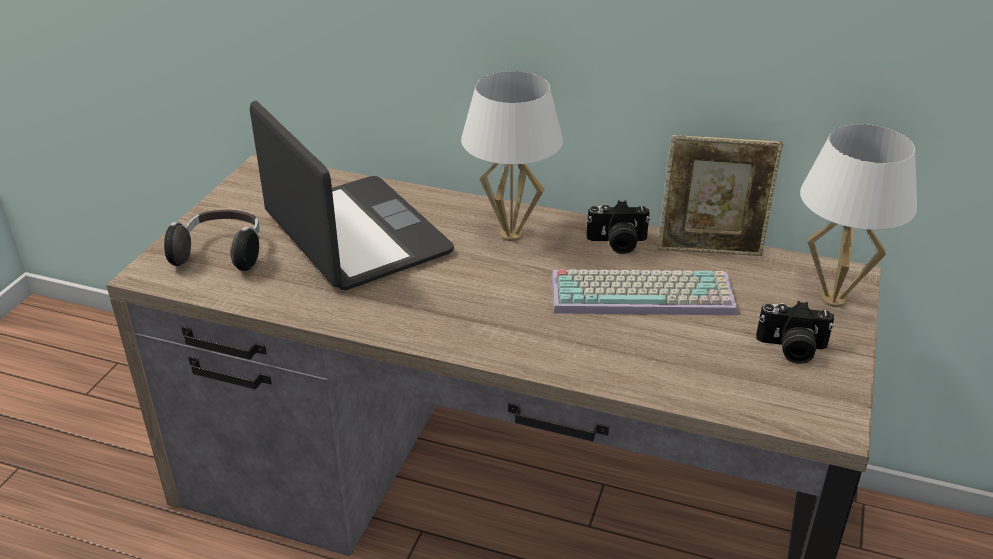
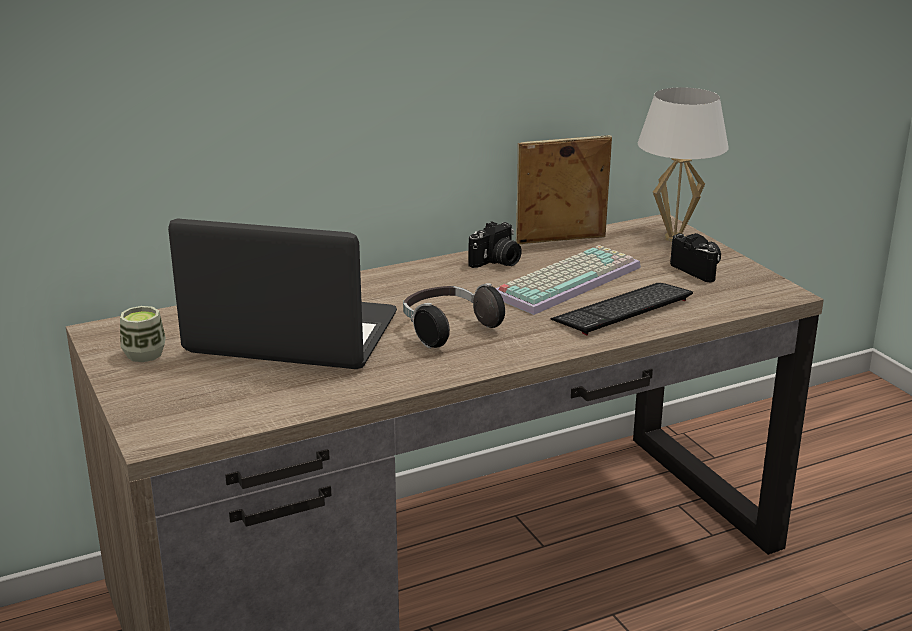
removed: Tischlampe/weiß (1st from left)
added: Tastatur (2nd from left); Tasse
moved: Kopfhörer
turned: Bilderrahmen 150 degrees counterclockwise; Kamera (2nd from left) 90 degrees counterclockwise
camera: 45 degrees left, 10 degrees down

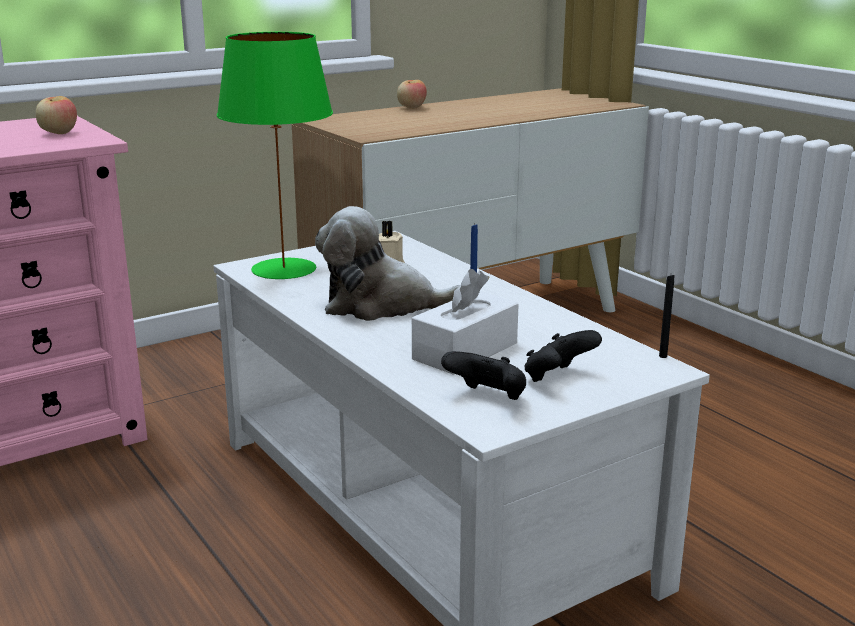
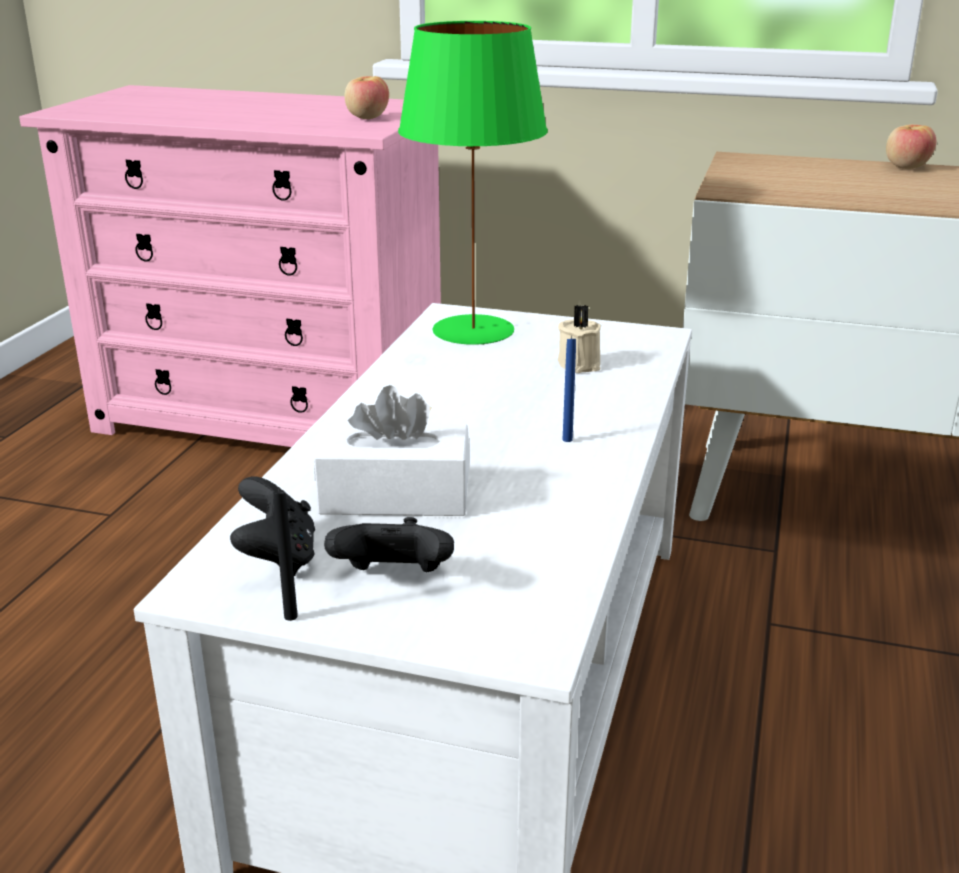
removed: Plüschtier
moved: Kerze/schwarz
camera: 50 degrees right, 5 degrees up

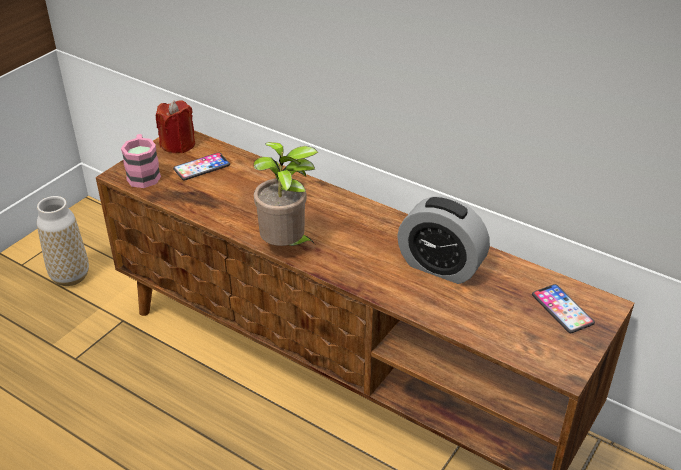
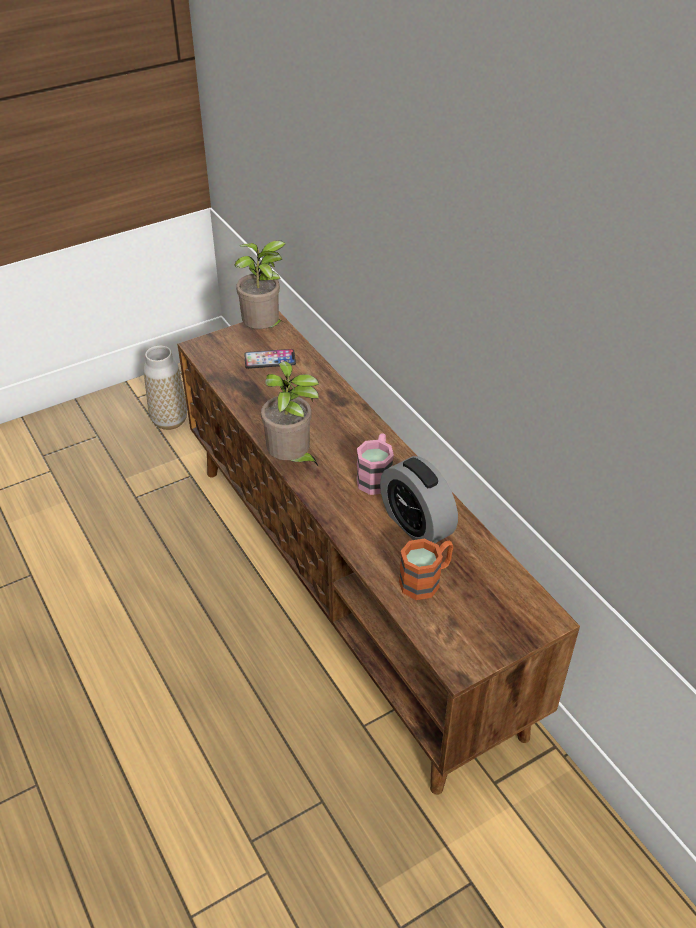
removed: Handy (2nd from left)
added: Henkelbecher/orange
moved: Henkelbecher/rosa
replaced: Kerze/rot to Topfpflanze (1st from left)
camera: 25 degrees right, 5 degrees up

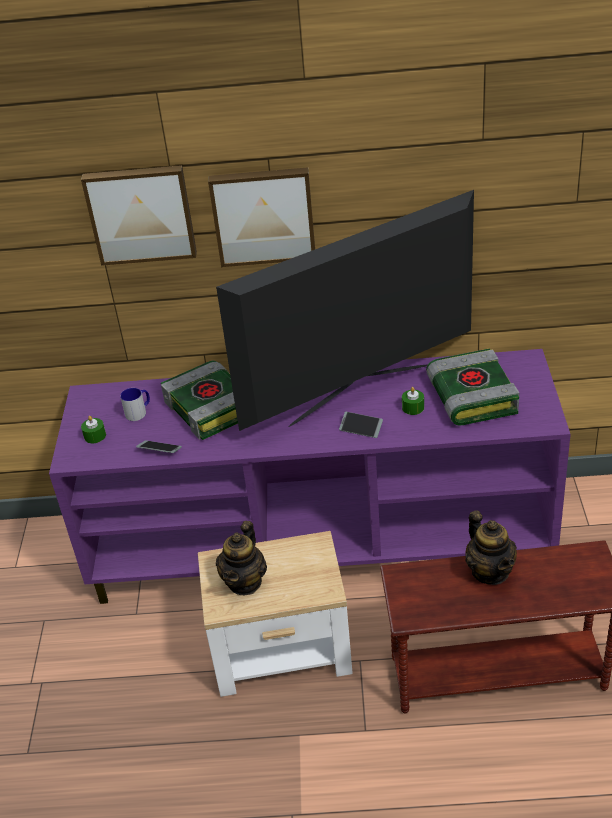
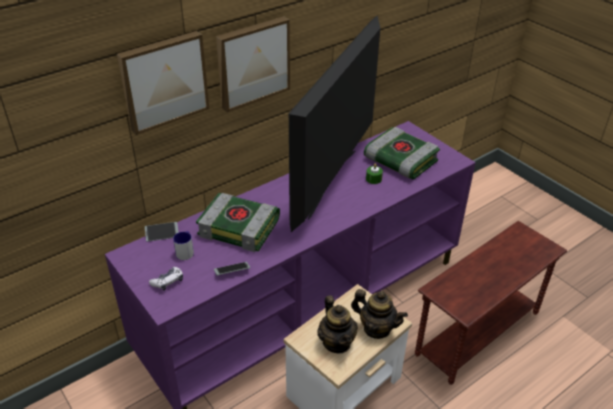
moved: Handy (2nd from left in the first image) to Handy (1st from left); Teekanne (2nd from left)
replaced: Kerze/grün (1st from left) to Gamepad
camera: 40 degrees left, 0 degrees up

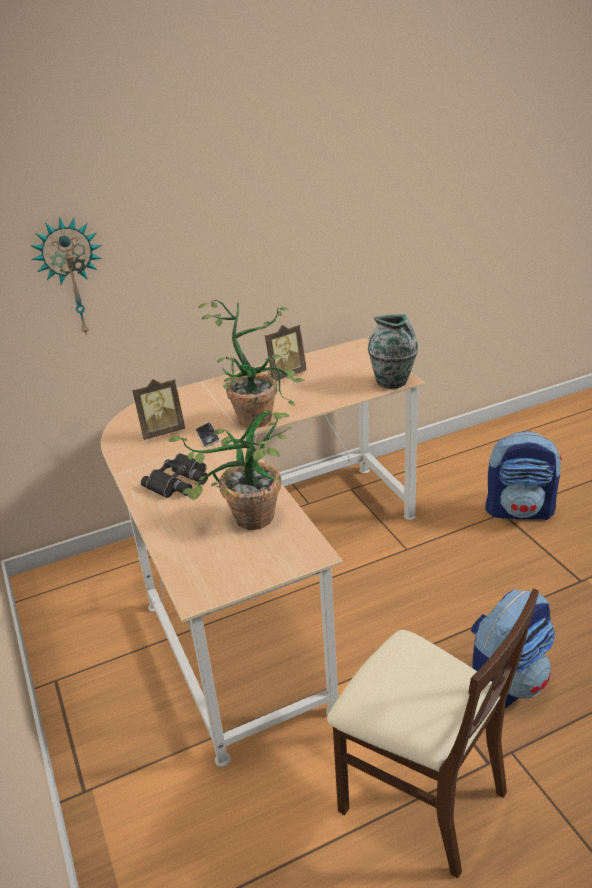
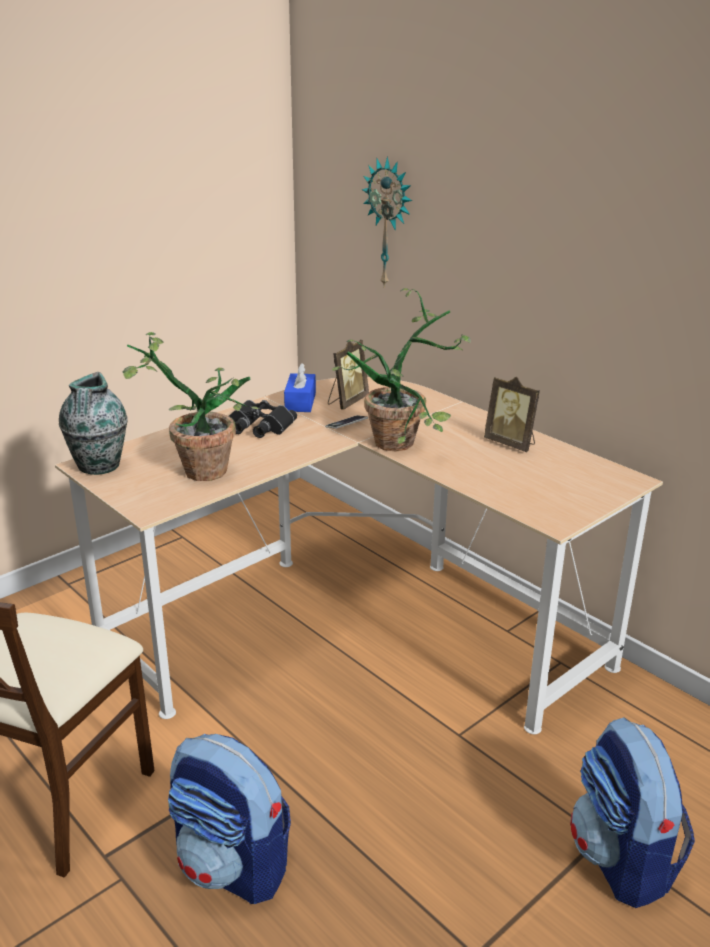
added: Taschentuchbox/blau
moved: Vase
turned: Bilderrahmen (1st from left) 105 degrees counterclockwise
camera: 70 degrees right, 5 degrees down

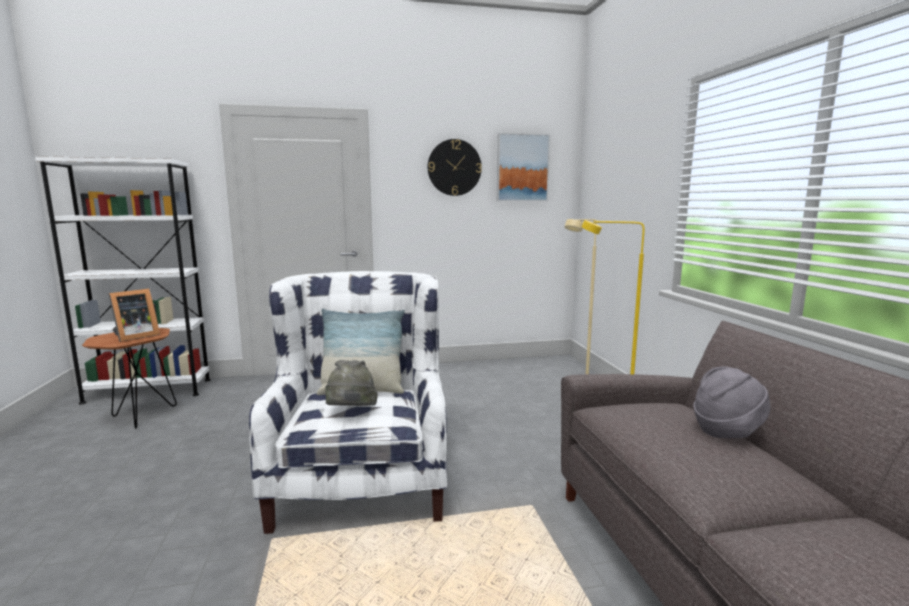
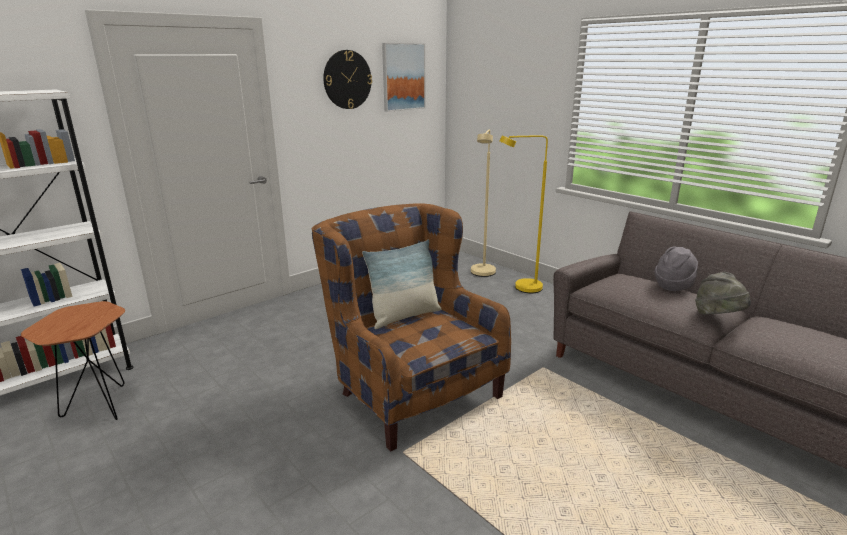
removed: Bilderrahmen
moved: Hut/grau (1st from left in the first image) to Hut/grau (2nd from left)
recoloured: Sessel/weiß to Sessel/braun
camera: 30 degrees left, 10 degrees up

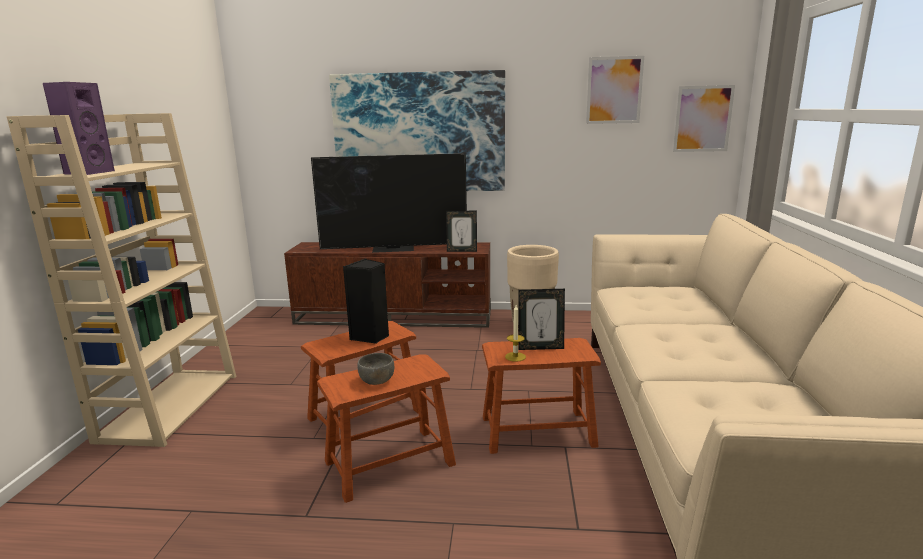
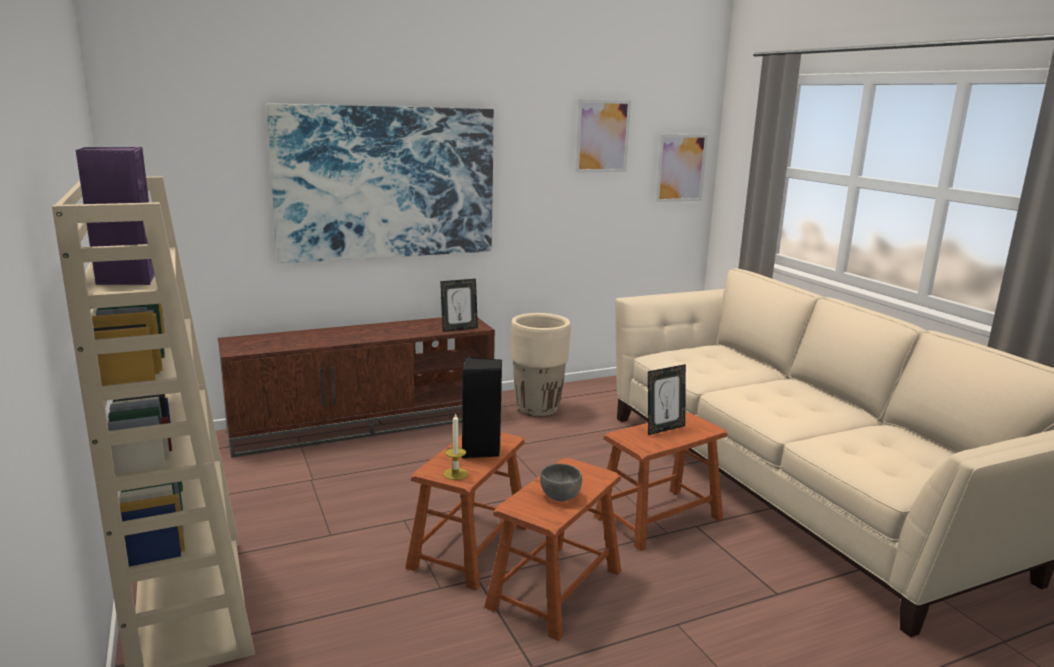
removed: Fernseher
moved: Kerze
camera: 30 degrees left, 0 degrees up

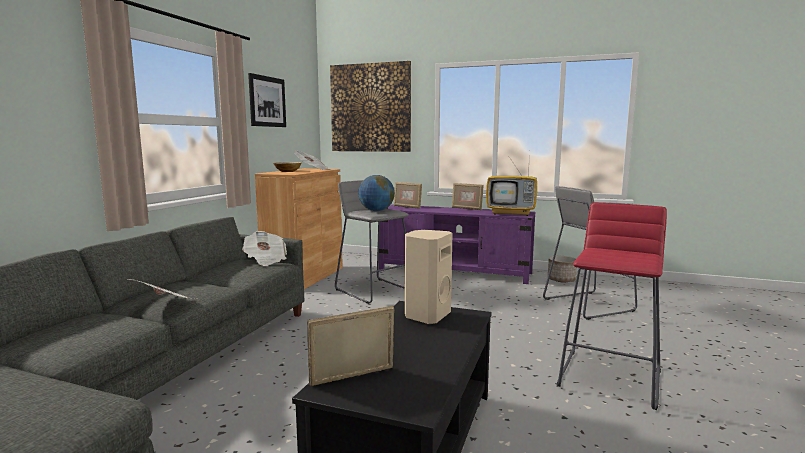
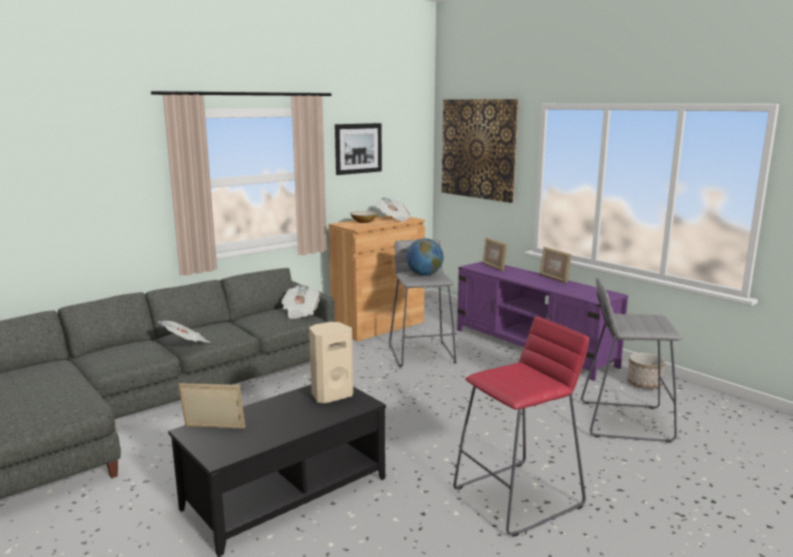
removed: Fernseher
camera: 30 degrees right, 5 degrees up

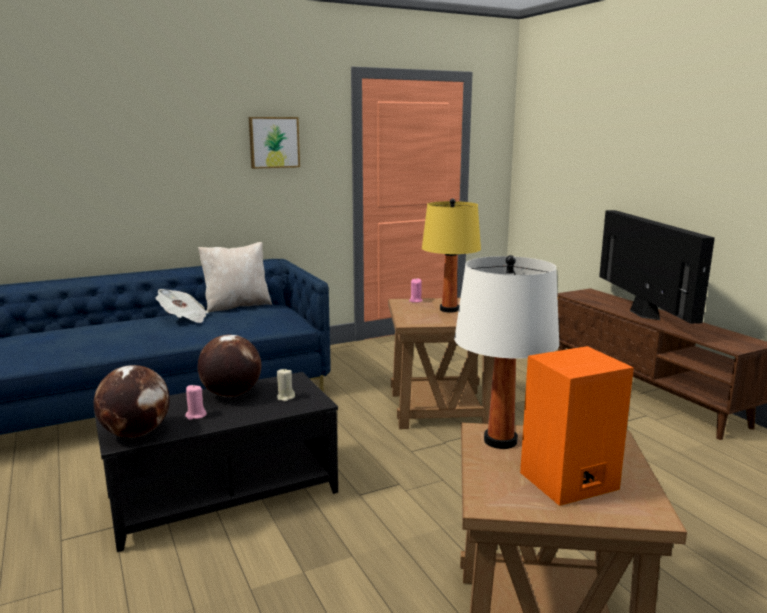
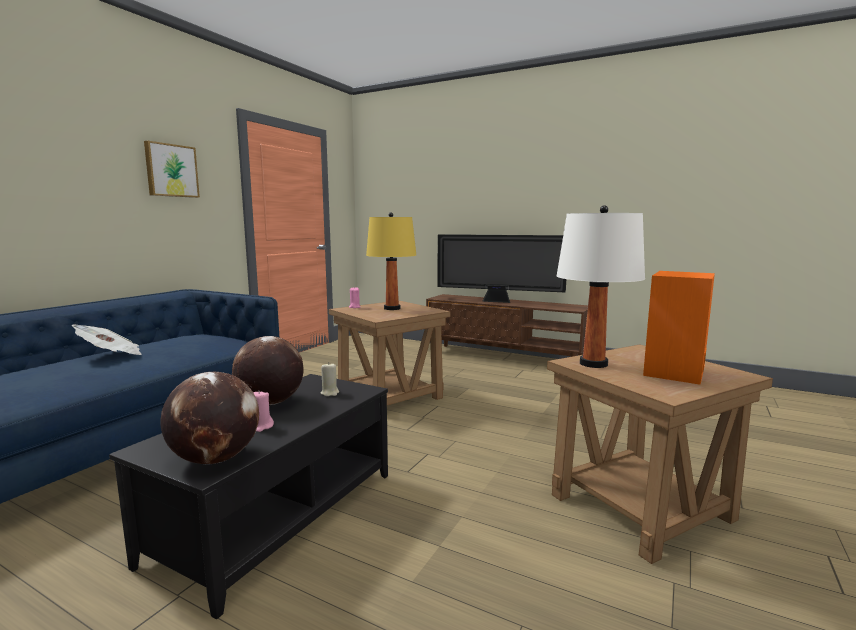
removed: Kissen/beige
turned: Fernseher 150 degrees clockwise
camera: 35 degrees left, 5 degrees down

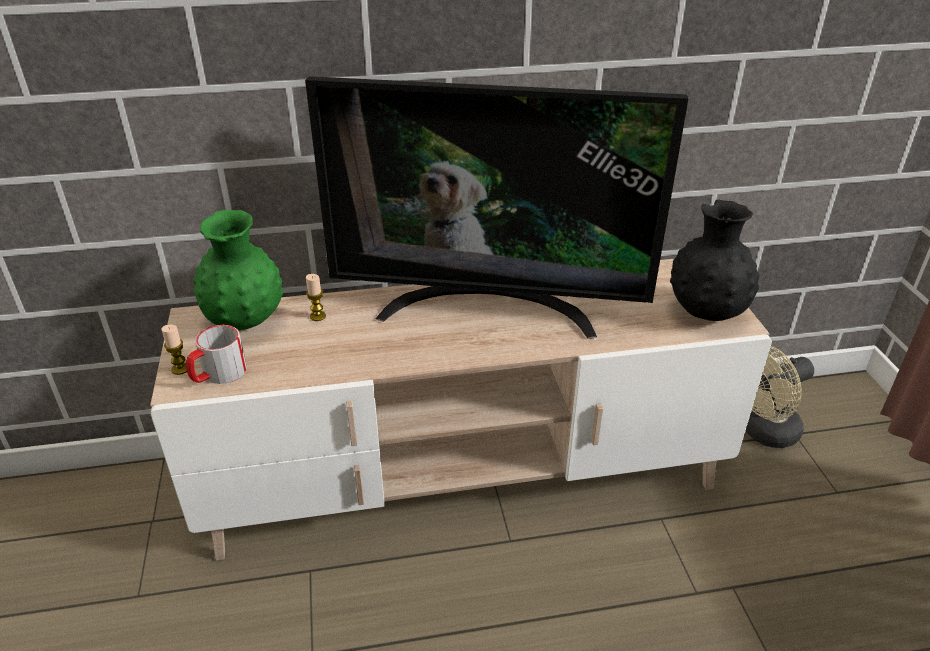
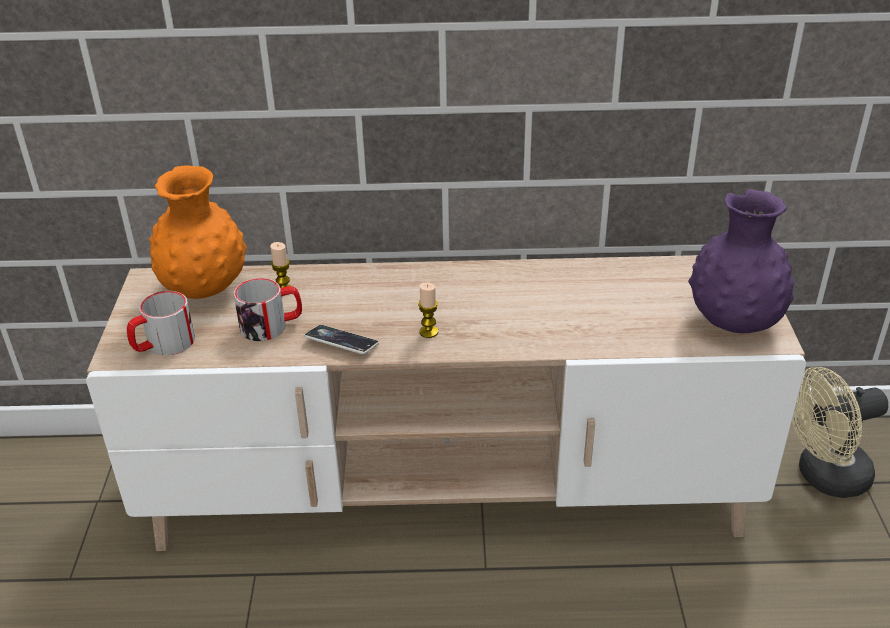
removed: Fernseher
added: Henkelbecher (2nd from left); Handy
moved: Kerze (1st from left in the first image) to Kerze (2nd from left)
recoloured: Vase/schwarz to Vase/lila; Vase/grün to Vase/orange
camera: 10 degrees right, 0 degrees up

